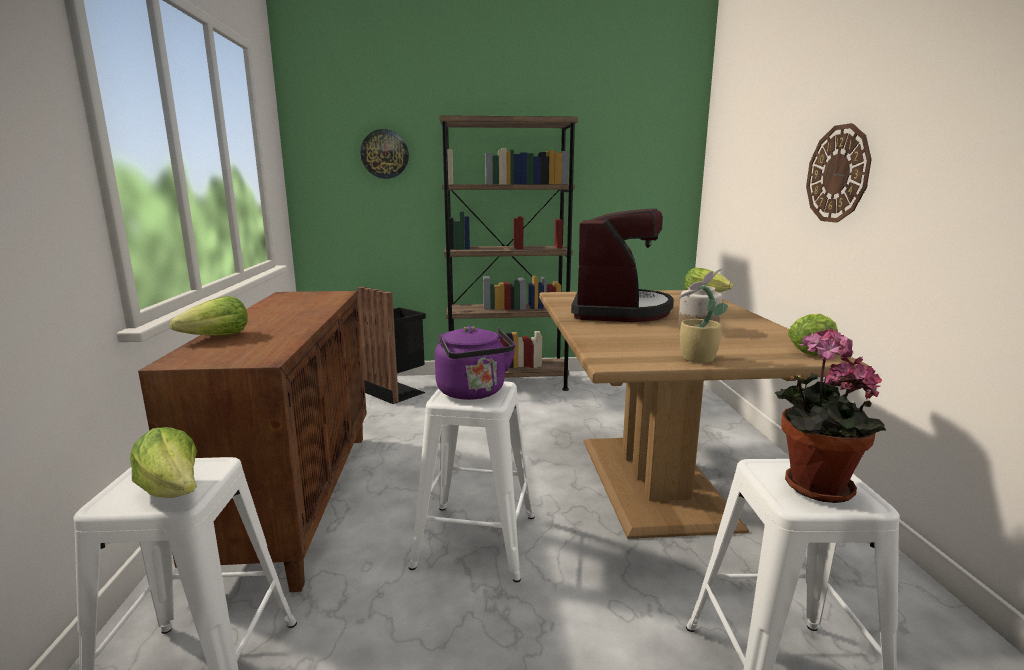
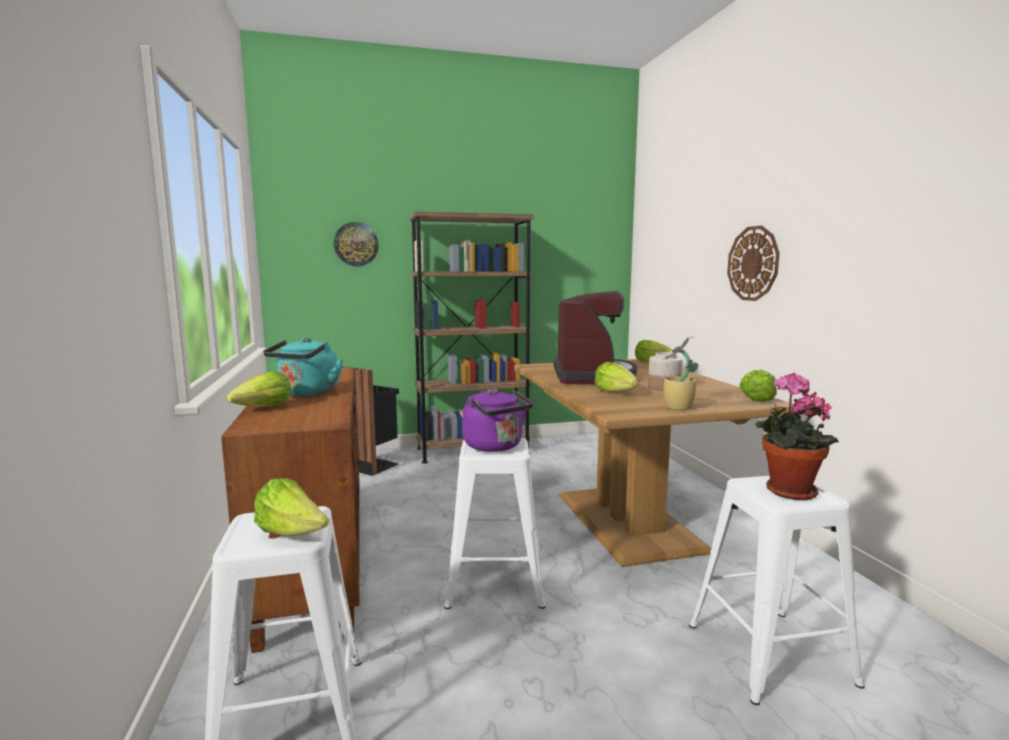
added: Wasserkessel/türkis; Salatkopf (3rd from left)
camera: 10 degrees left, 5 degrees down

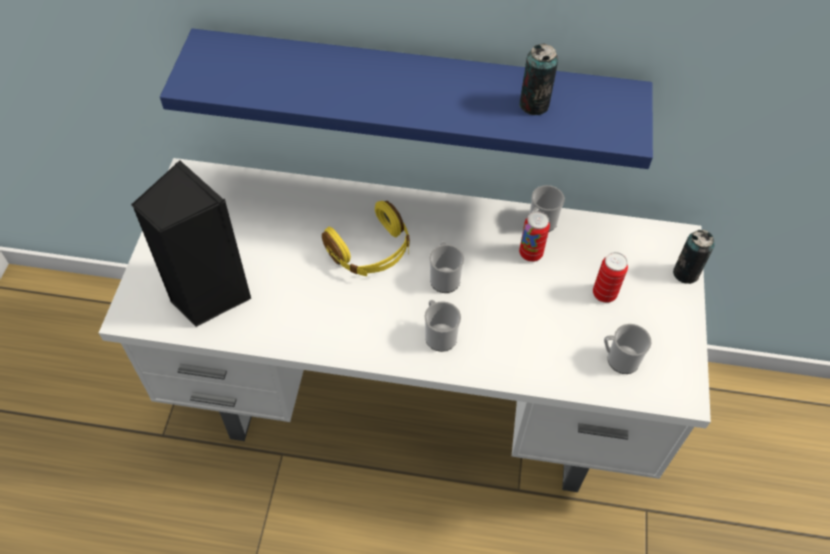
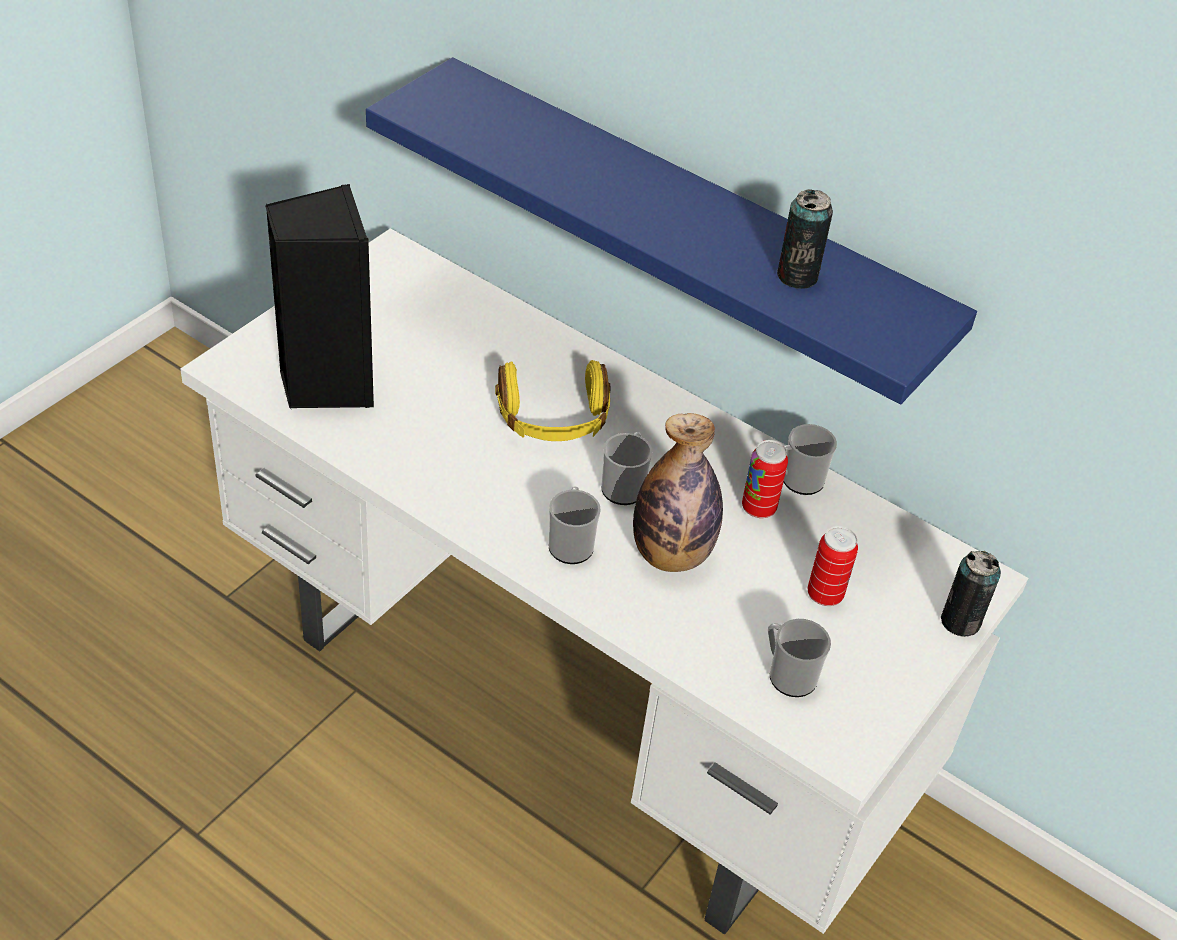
added: Flasche
camera: 25 degrees right, 10 degrees down

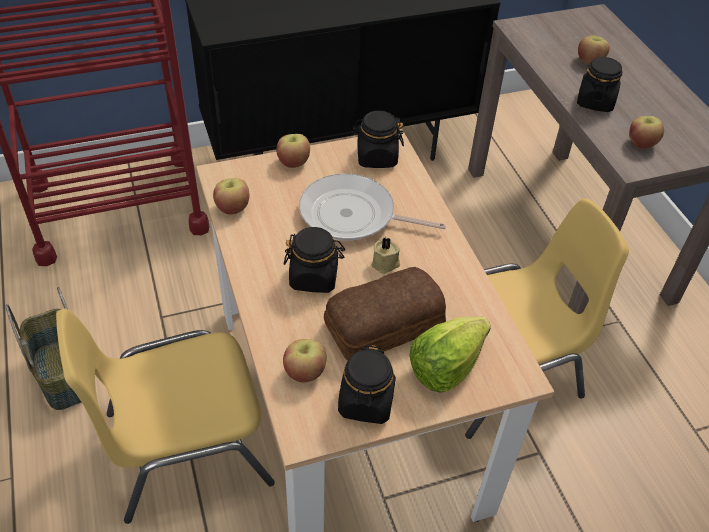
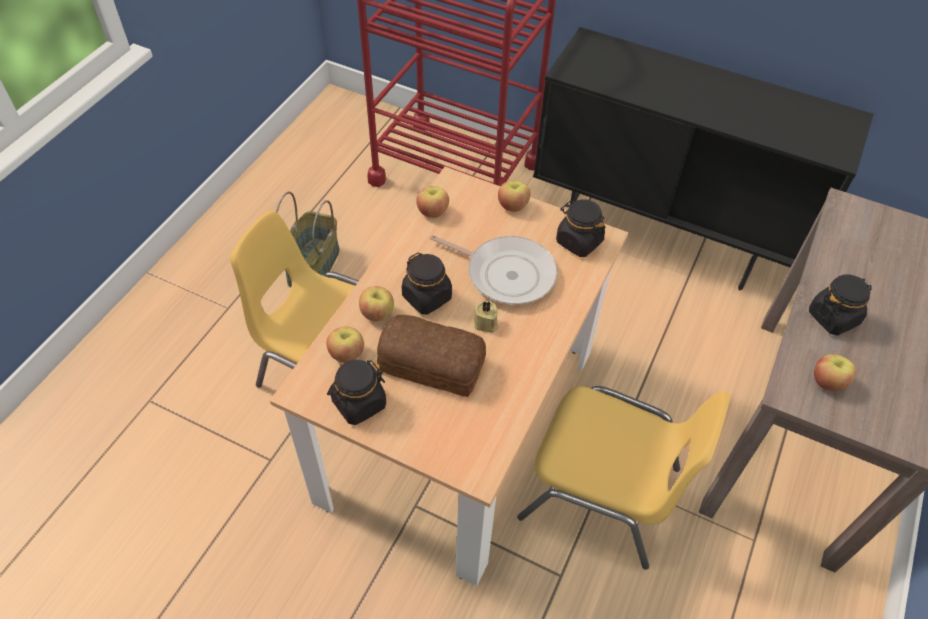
removed: Salatkopf
moved: Apfel (4th from left in the first image) to Apfel (2nd from left)
turned: Pfanne 150 degrees clockwise
camera: 45 degrees right, 5 degrees up

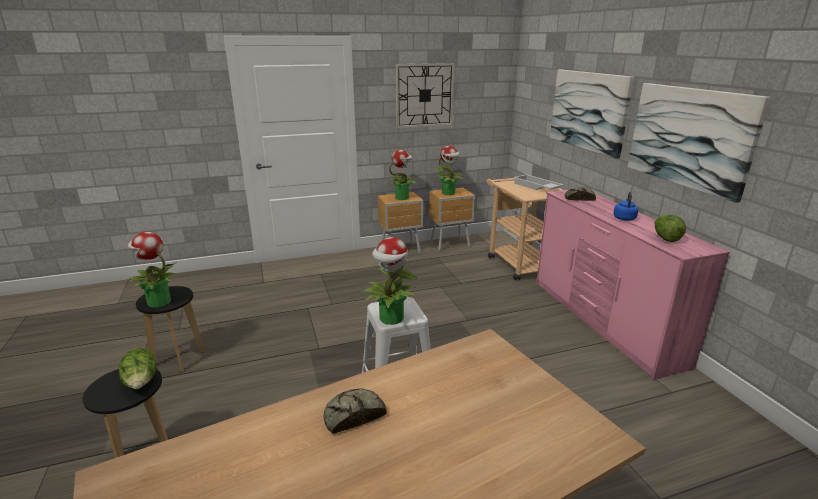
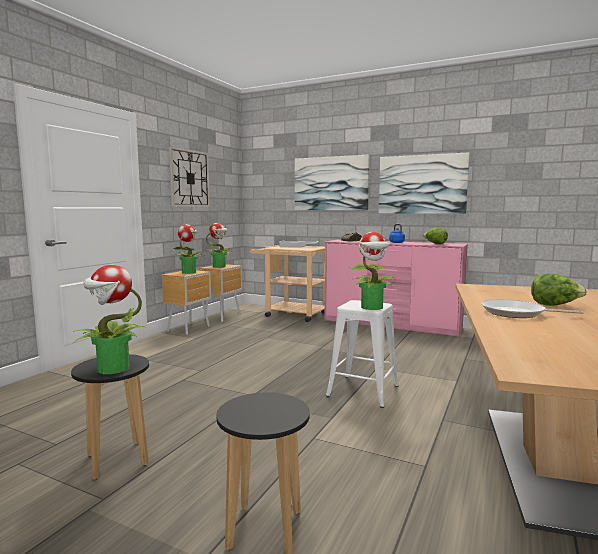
moved: Salatkopf (1st from left in the first image) to Salatkopf (2nd from left)
replaced: Brot (1st from left) to Pfanne
camera: 45 degrees left, 15 degrees down

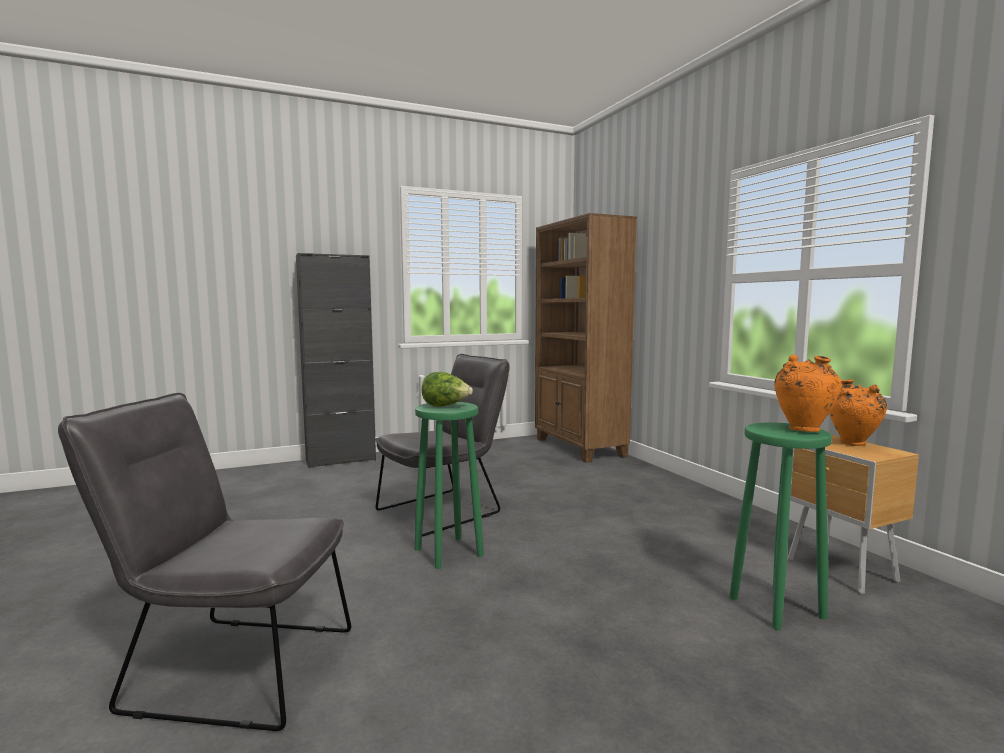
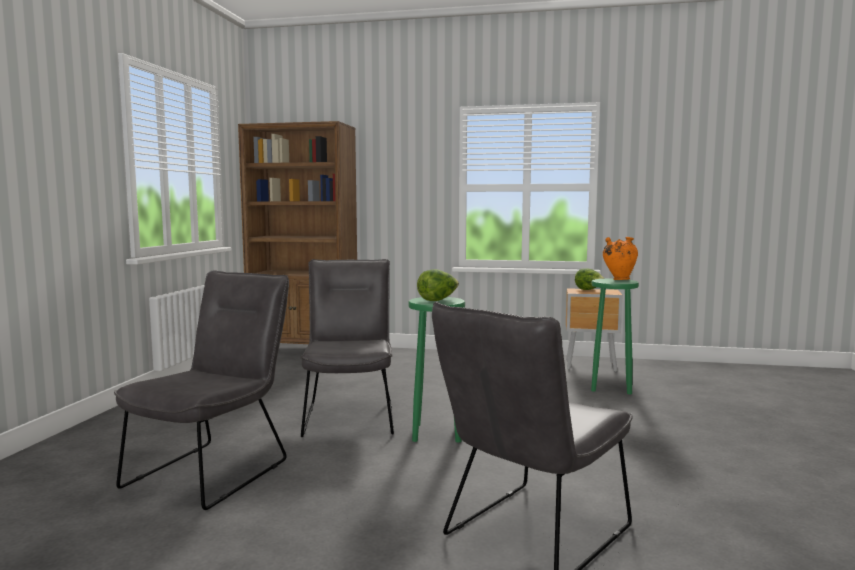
removed: Schrank/schwarz
added: Stuhl/grau (1st from left)
replaced: Vase/orange (2nd from left) to Salatkopf (2nd from left)
camera: 55 degrees left, 0 degrees up

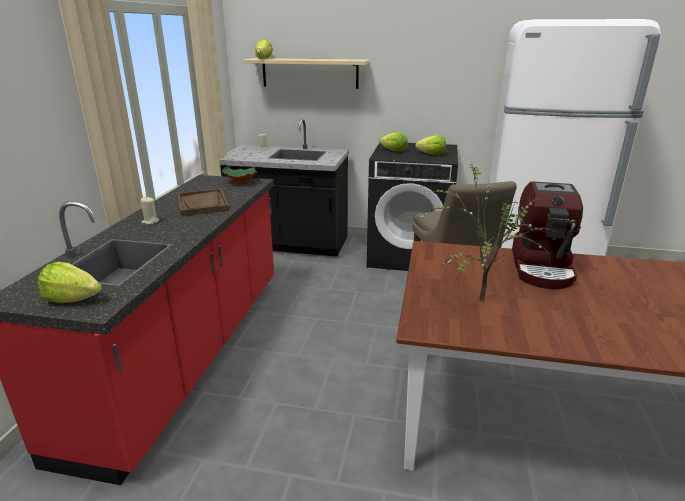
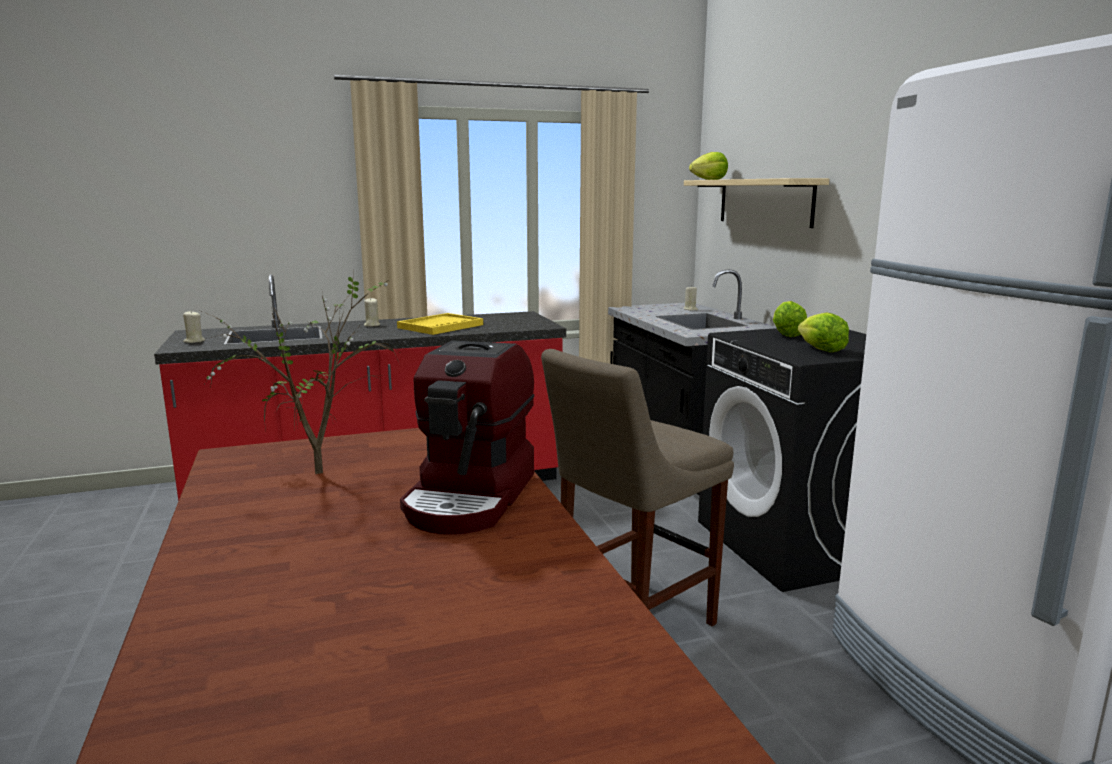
removed: Schüssel/grün
replaced: Salatkopf (1st from left) to Kerze/beige (1st from left)
recoloured: Tablett/braun to Tablett/gelb
turned: Kaffeemaschine 60 degrees counterclockwise
camera: 60 degrees right, 10 degrees down

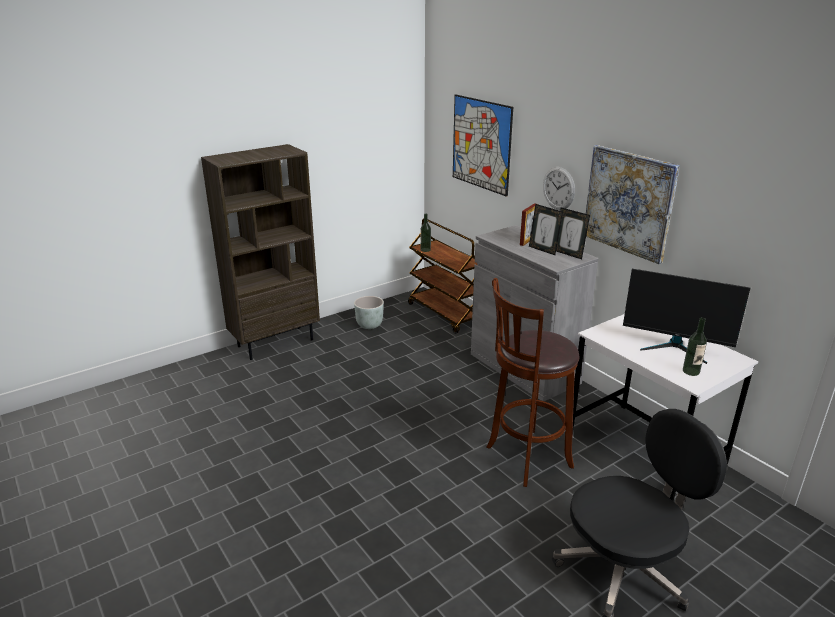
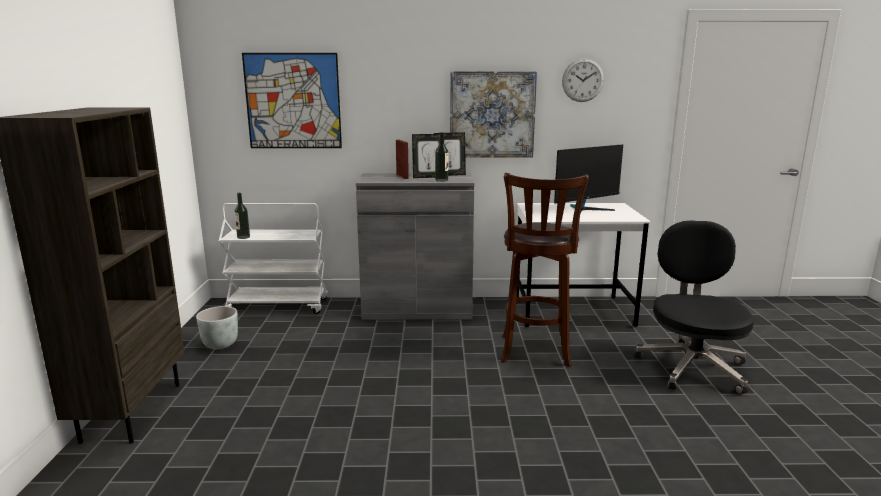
moved: Wanduhr; Flasche (2nd from left)
recoloured: Rollwagen/braun to Rollwagen/weiß
camera: 55 degrees left, 10 degrees down

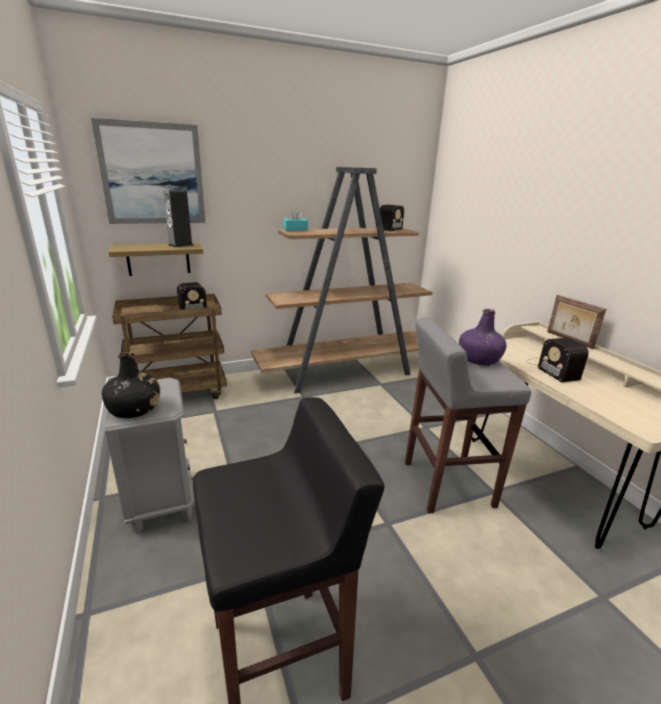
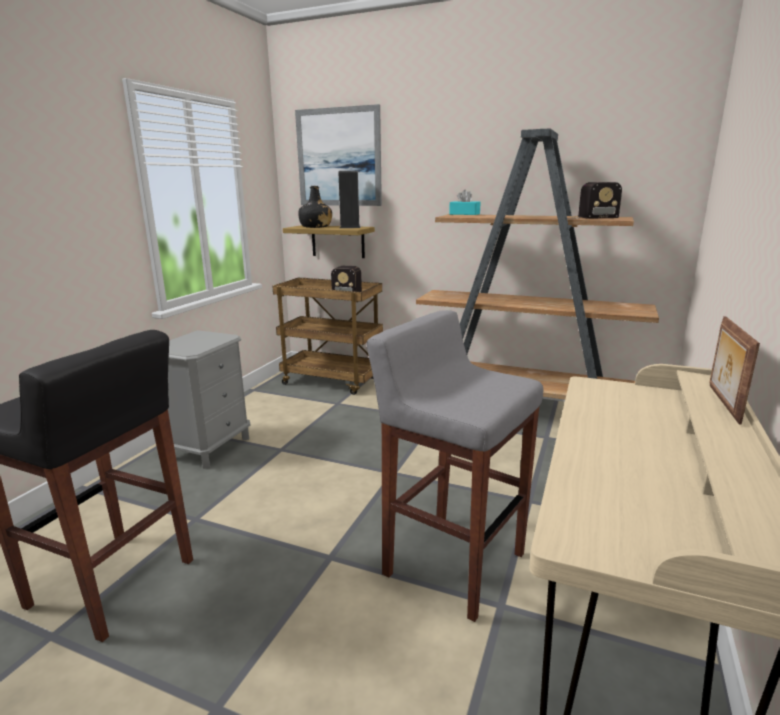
removed: Flasche/lila; Radio (3rd from left)
moved: Flasche/schwarz
camera: 45 degrees right, 5 degrees down

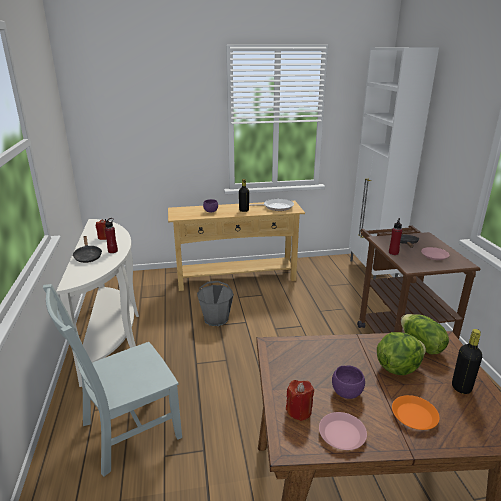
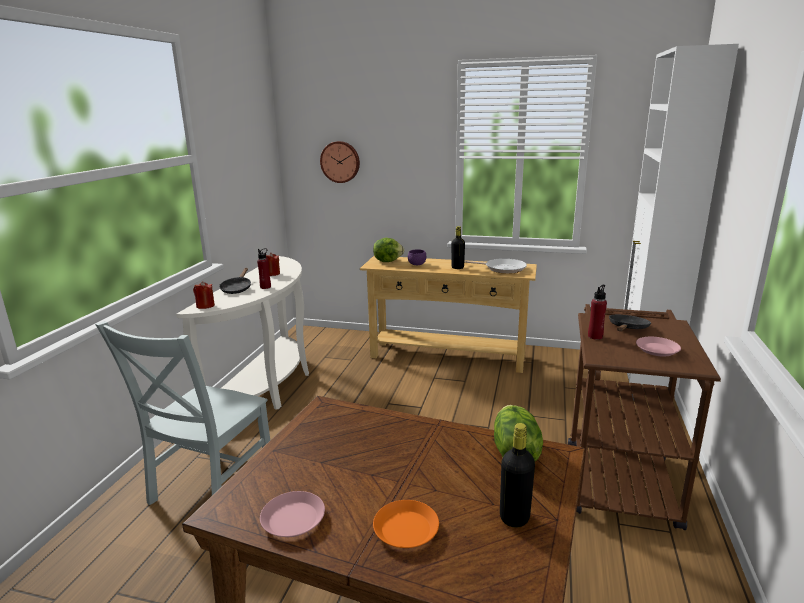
removed: Eimer/grau; Schüssel/lila (2nd from left)
added: Wanduhr
moved: Salatkopf (1st from left); Kerze/rot (2nd from left in the first image) to Kerze/rot (1st from left)
turned: Stuhl/grau 60 degrees counterclockwise
camera: 25 degrees right, 5 degrees down

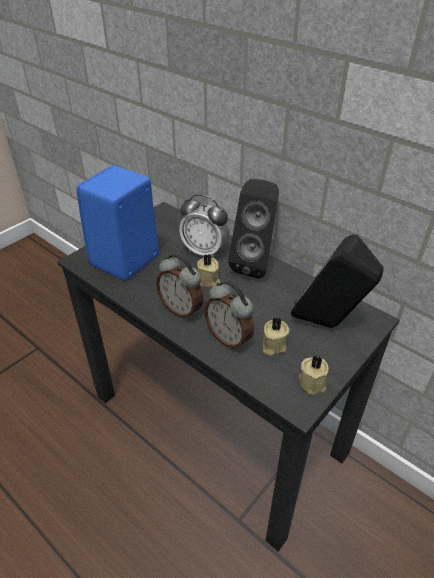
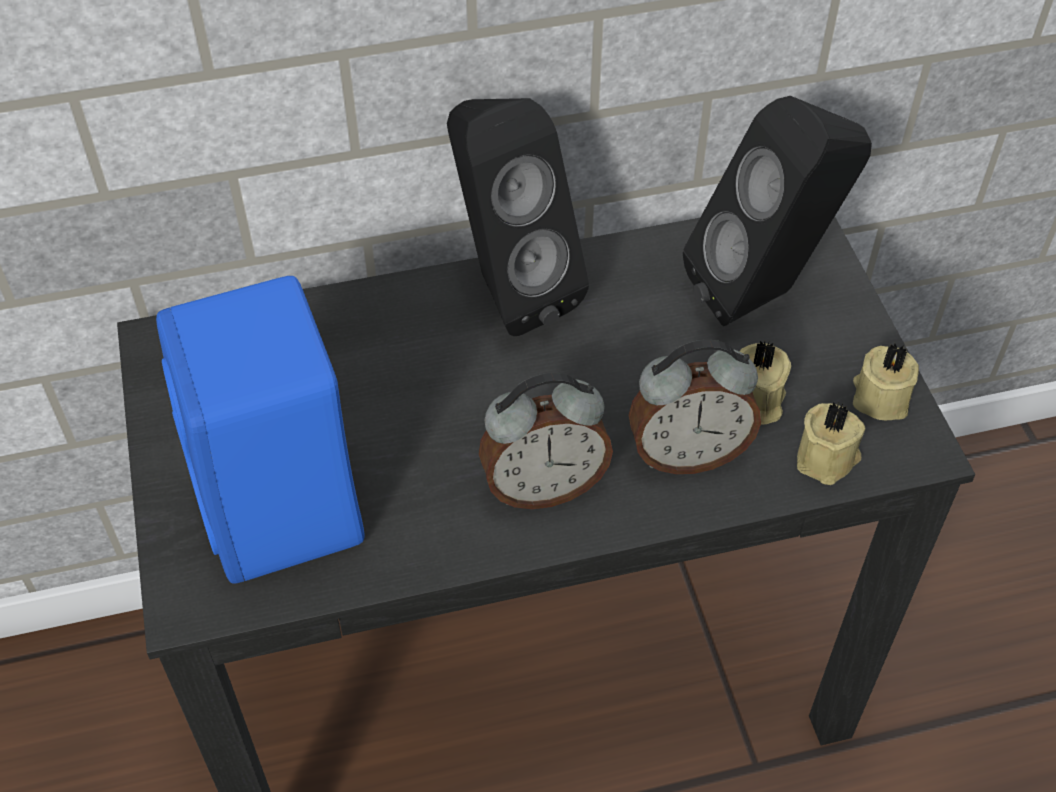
removed: Wecker (2nd from left)
moved: Kerze/beige (1st from left in the first image) to Kerze/beige (2nd from left)
camera: 55 degrees left, 10 degrees up

